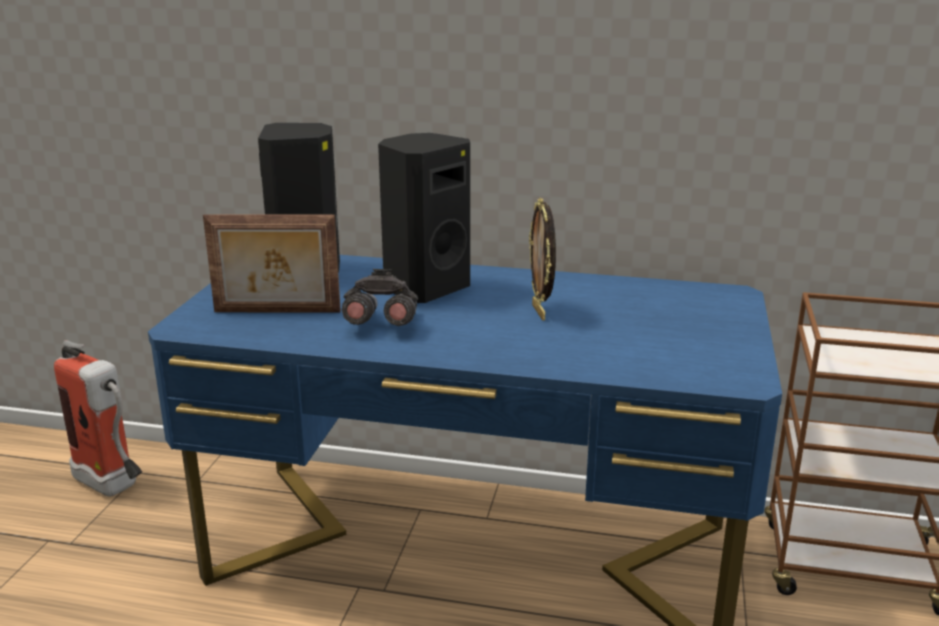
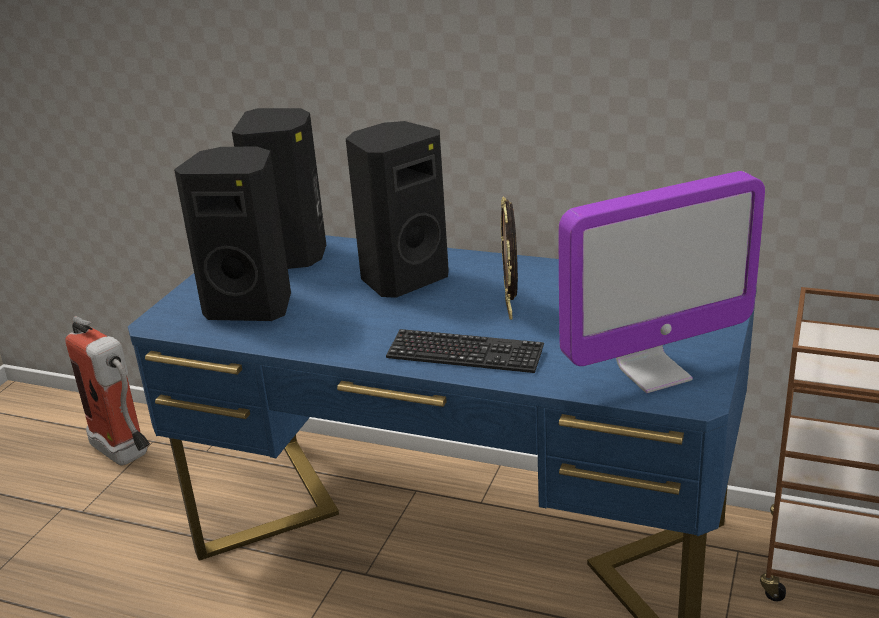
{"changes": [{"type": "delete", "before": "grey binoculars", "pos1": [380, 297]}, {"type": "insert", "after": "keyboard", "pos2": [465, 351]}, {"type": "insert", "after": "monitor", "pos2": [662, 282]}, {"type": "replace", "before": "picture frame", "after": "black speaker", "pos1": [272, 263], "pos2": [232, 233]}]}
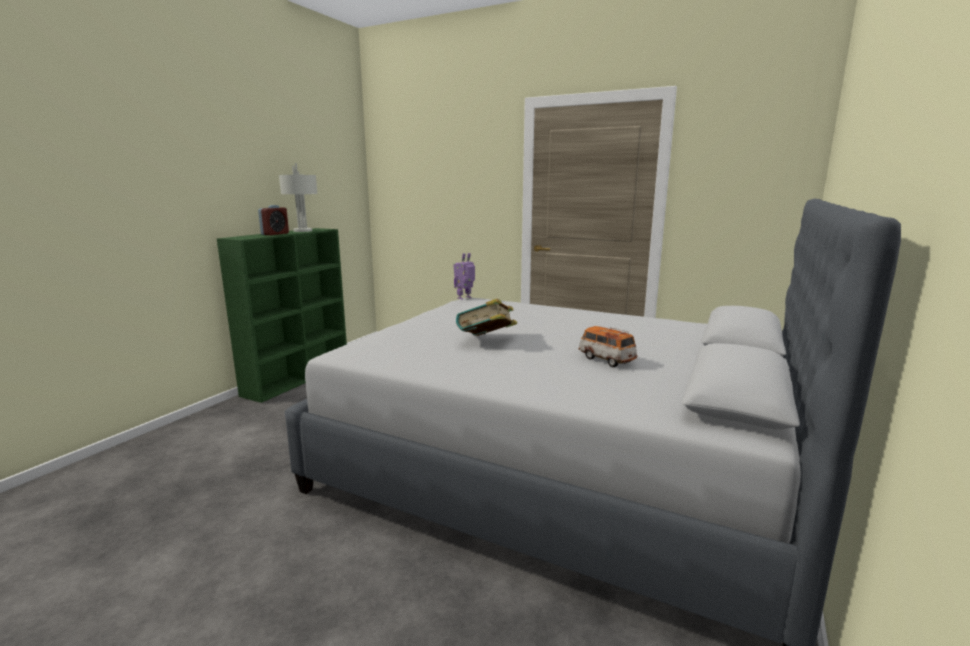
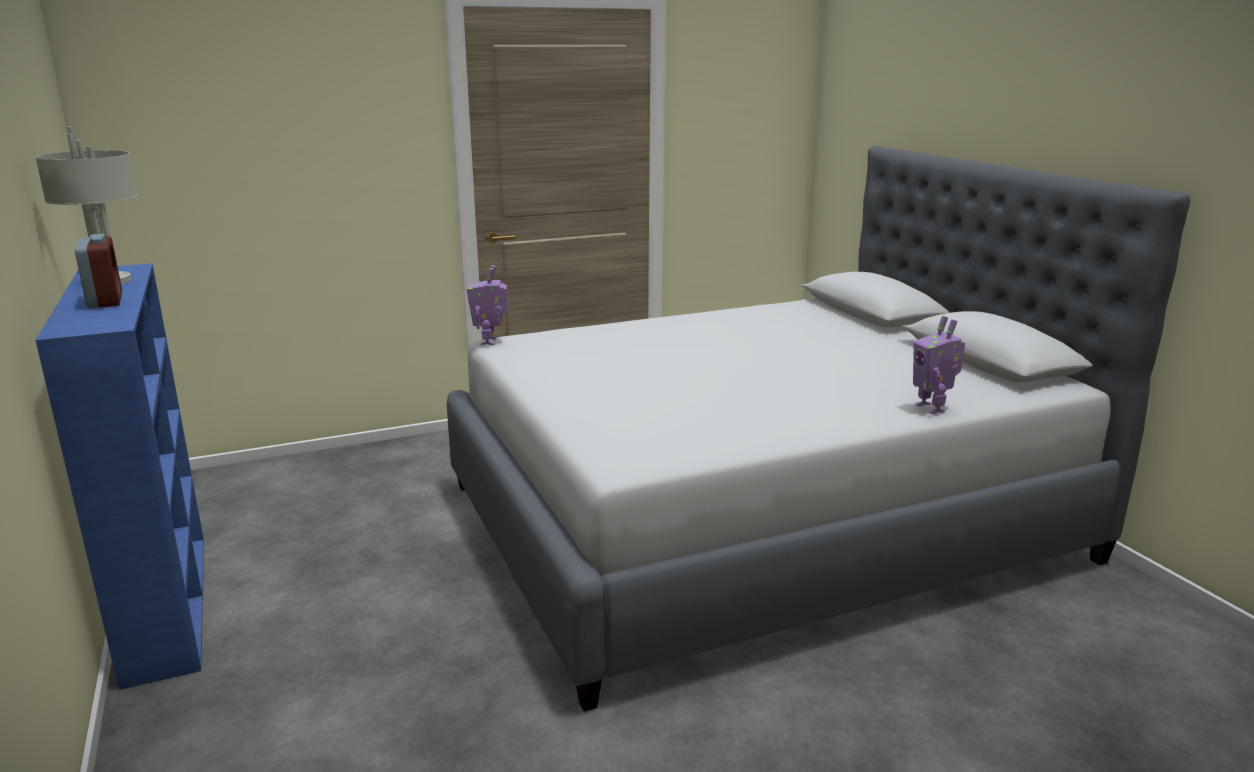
{"changes": [{"type": "delete", "before": "book", "pos1": [486, 317]}, {"type": "delete", "before": "toy car", "pos1": [608, 346]}, {"type": "insert", "after": "toy robot", "pos2": [939, 365]}, {"type": "recolor", "before": "green bookcase", "after": "blue bookcase", "pos1": [282, 315], "pos2": [119, 476]}]}
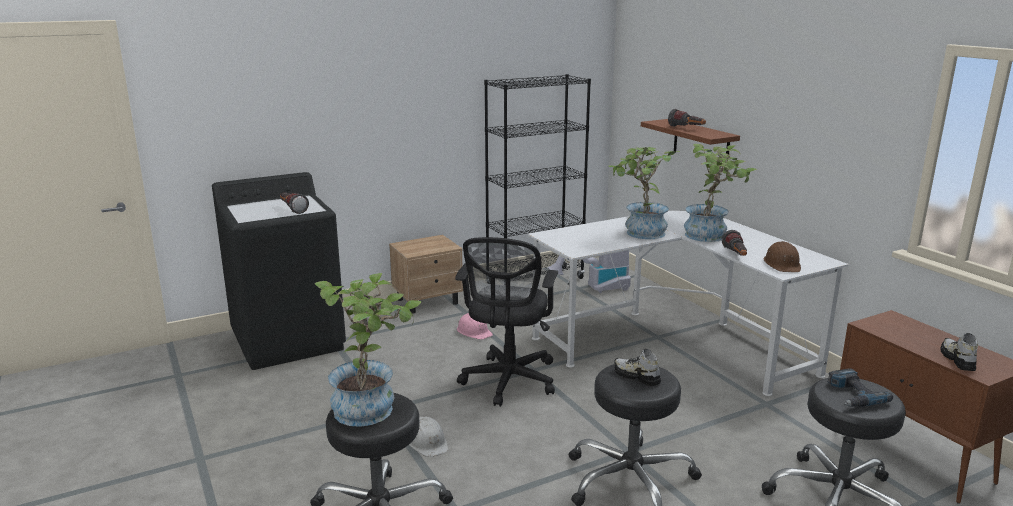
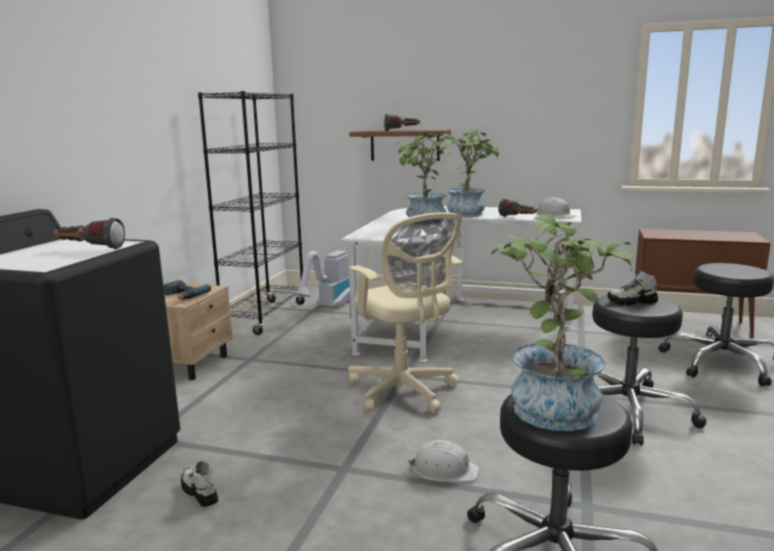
{"changes": [{"type": "delete", "before": "pink hard hat", "pos1": [475, 326]}, {"type": "move", "before": "power drill", "pos1": [860, 387], "pos2": [187, 290]}, {"type": "move", "before": "shoe", "pos1": [959, 352], "pos2": [199, 484]}, {"type": "recolor", "before": "black office chair", "after": "beige office chair", "pos1": [506, 322], "pos2": [405, 312]}, {"type": "recolor", "before": "brown hard hat", "after": "white hard hat", "pos1": [782, 256], "pos2": [556, 207]}]}
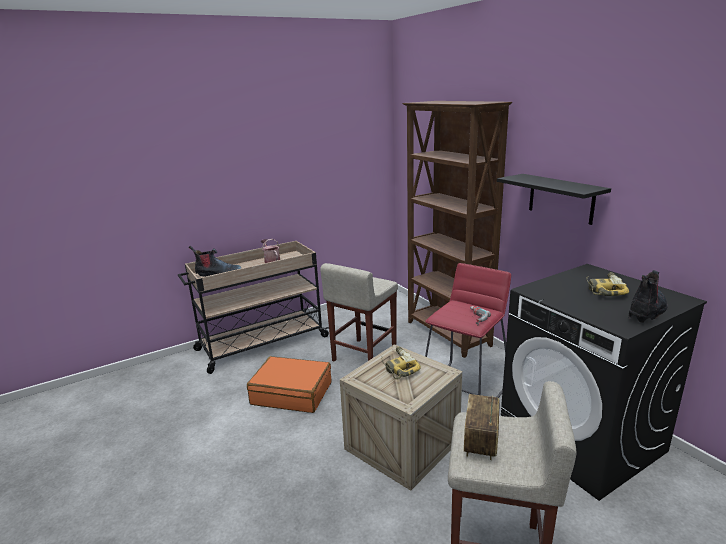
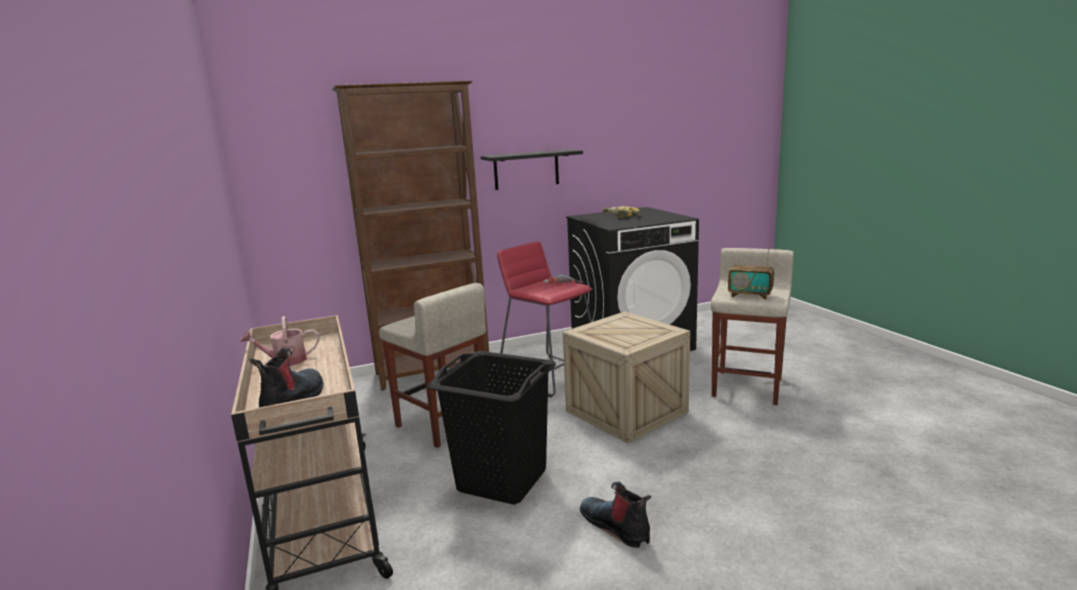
{"changes": [{"type": "delete", "before": "power drill", "pos1": [401, 362]}, {"type": "move", "before": "boot", "pos1": [648, 296], "pos2": [615, 515]}, {"type": "replace", "before": "orange suitcase", "after": "black laundry basket", "pos1": [289, 384], "pos2": [492, 428]}]}
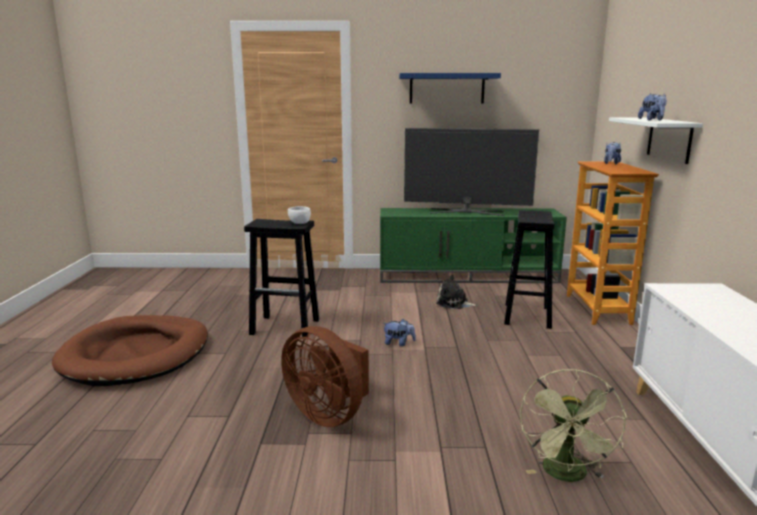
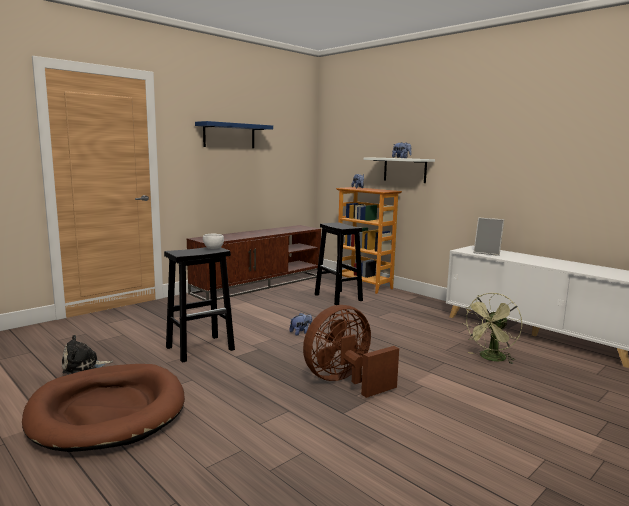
{"changes": [{"type": "delete", "before": "television", "pos1": [471, 172]}, {"type": "insert", "after": "picture frame", "pos2": [488, 236]}, {"type": "move", "before": "plush toy", "pos1": [457, 292], "pos2": [87, 354]}, {"type": "recolor", "before": "green tv stand", "after": "brown tv stand", "pos1": [473, 245], "pos2": [254, 263]}, {"type": "rotate", "before": "brown fan", "pos1": [325, 376], "pos2": [351, 351], "turn": 150}, {"type": "rotate", "before": "green fan", "pos1": [573, 425], "pos2": [492, 328], "turn": 75}]}
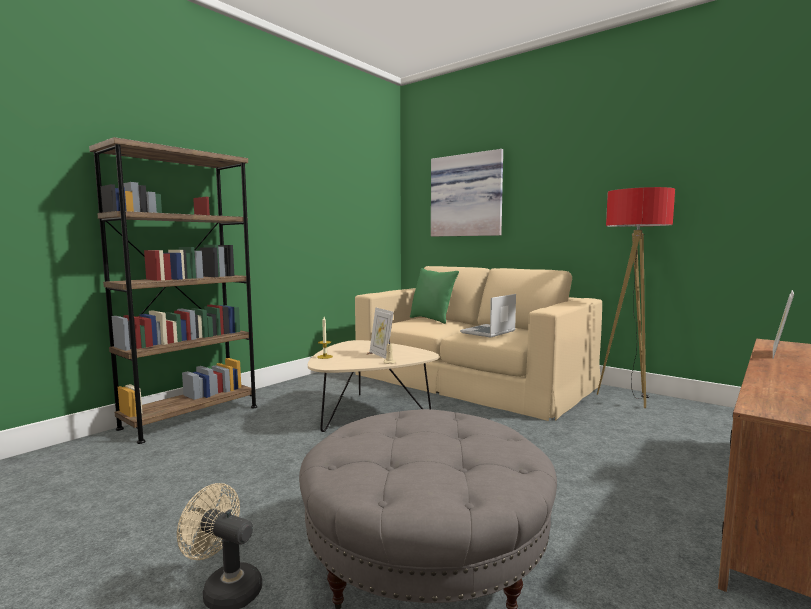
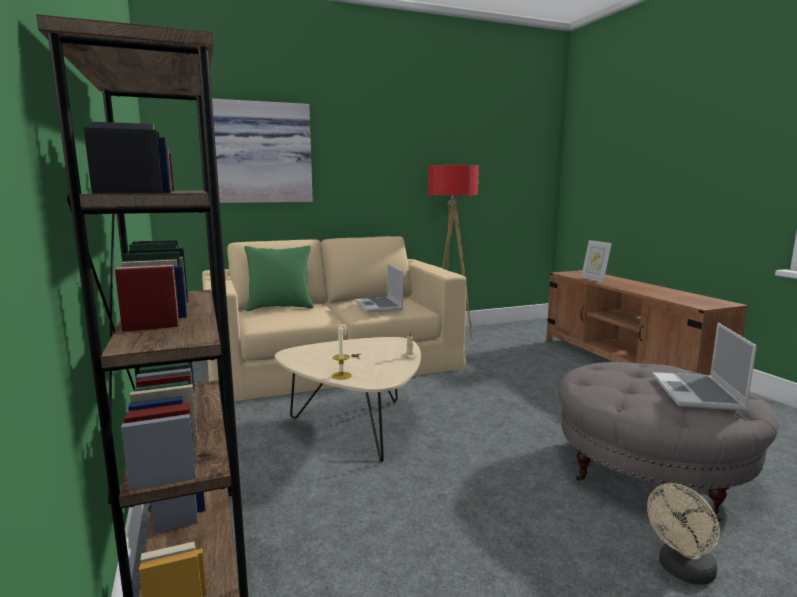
{"changes": [{"type": "delete", "before": "picture frame", "pos1": [381, 333]}, {"type": "insert", "after": "laptop", "pos2": [704, 366]}]}
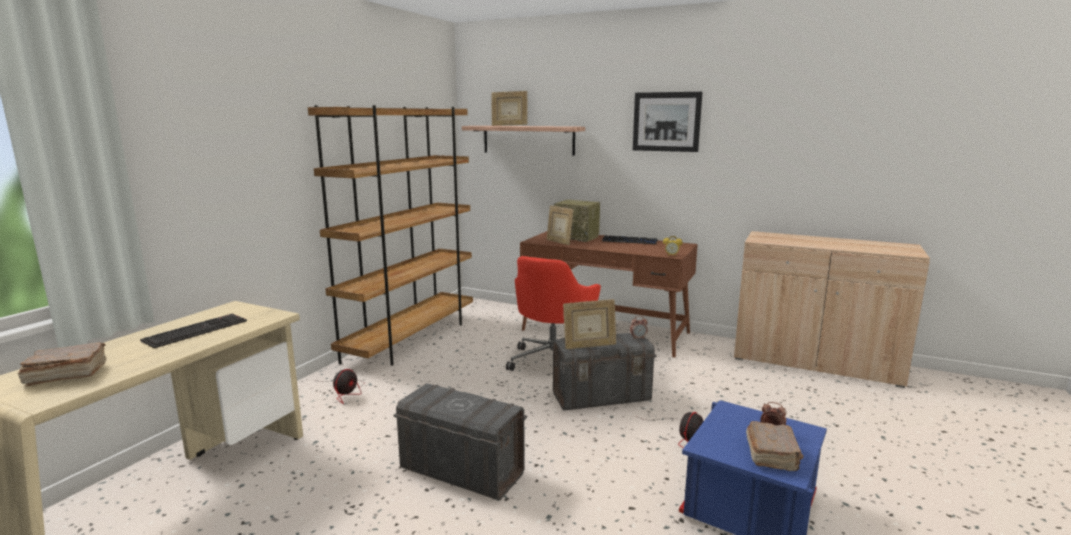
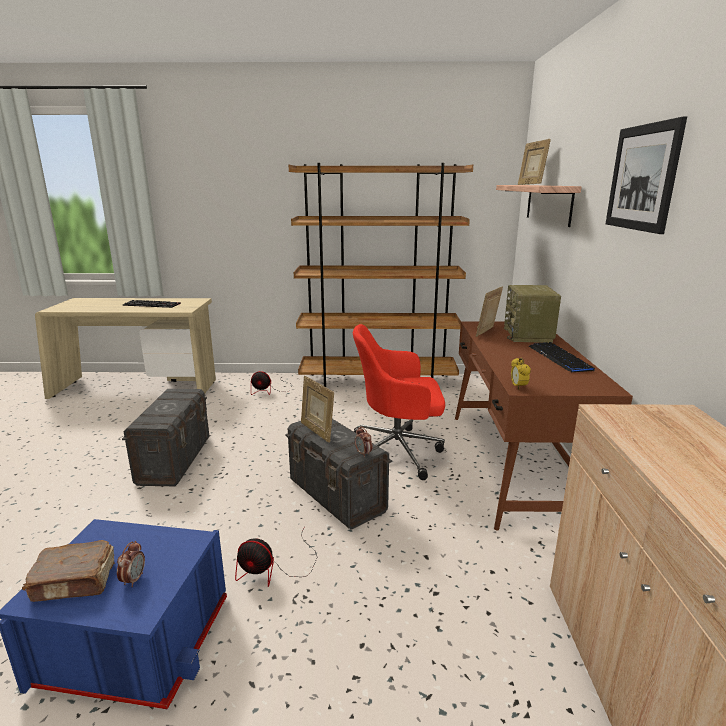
{"changes": [{"type": "delete", "before": "brown book", "pos1": [62, 364]}]}
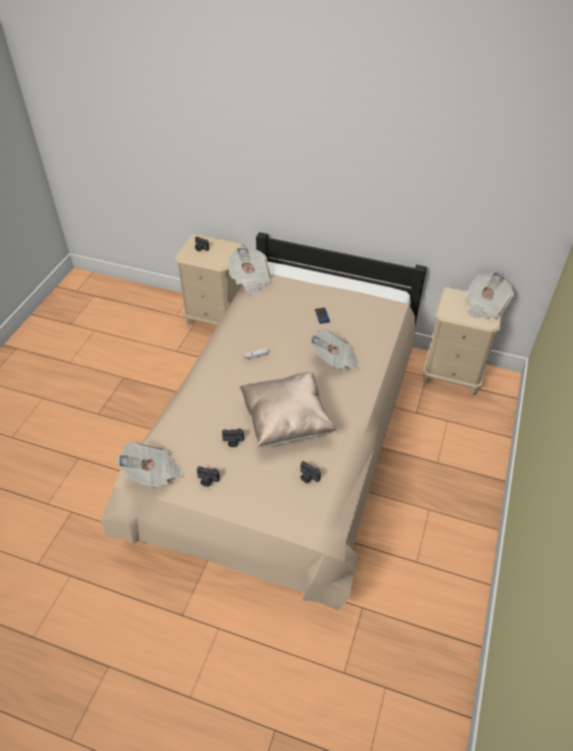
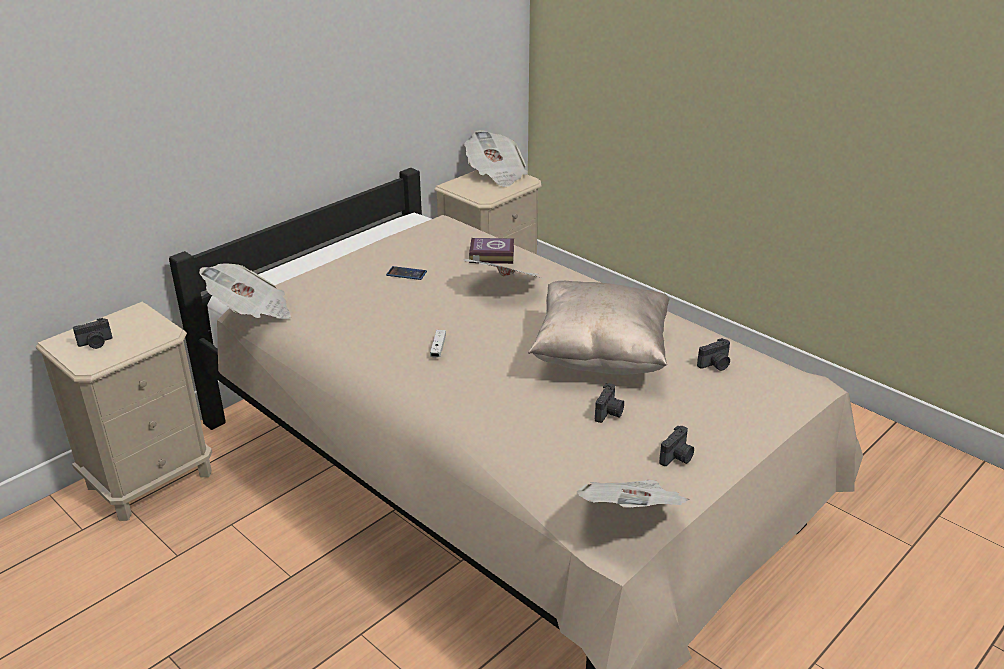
{"changes": [{"type": "insert", "after": "book", "pos2": [491, 251]}]}
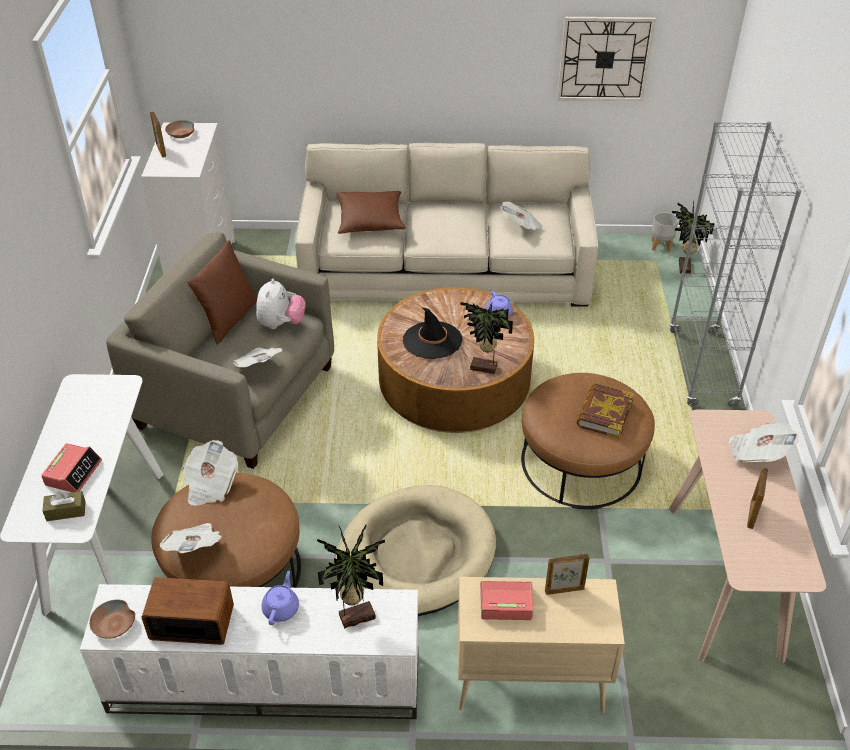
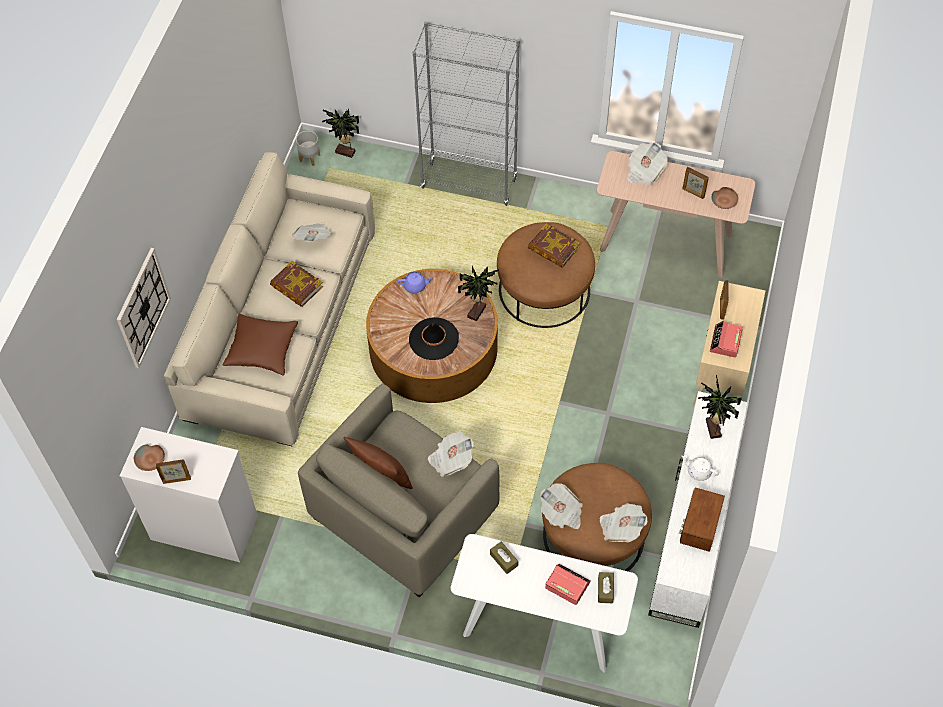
{"changes": [{"type": "delete", "before": "plush toy", "pos1": [280, 304]}, {"type": "delete", "before": "beige dog bed", "pos1": [415, 550]}, {"type": "insert", "after": "book", "pos2": [296, 284]}, {"type": "insert", "after": "brown tissue box", "pos2": [504, 557]}, {"type": "move", "before": "brown bowl", "pos1": [112, 619], "pos2": [725, 198]}, {"type": "move", "before": "wall clock", "pos1": [606, 59], "pos2": [144, 308]}, {"type": "recolor", "before": "purple teapot", "after": "white teapot", "pos1": [280, 598], "pos2": [700, 468]}]}
